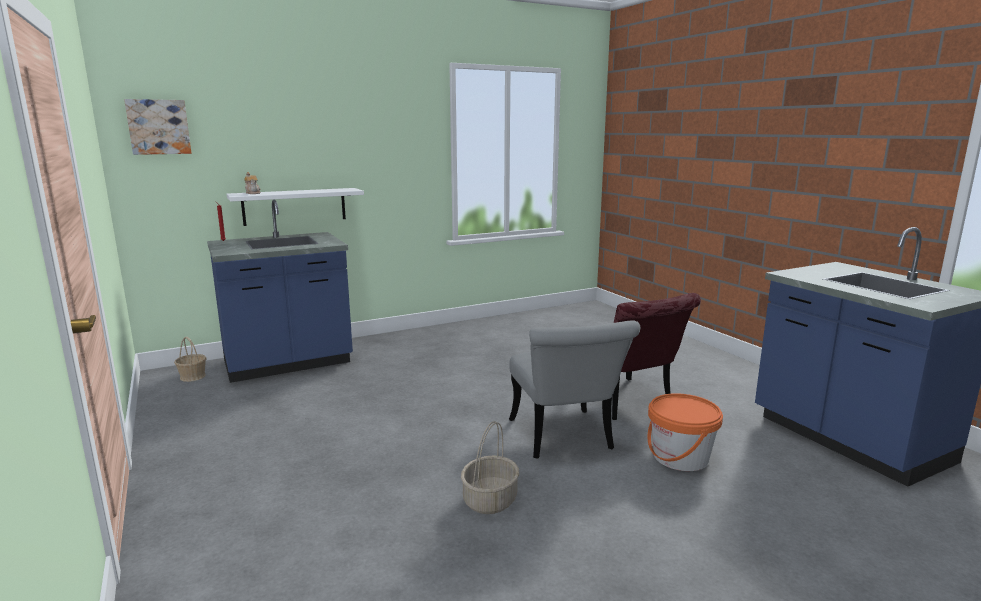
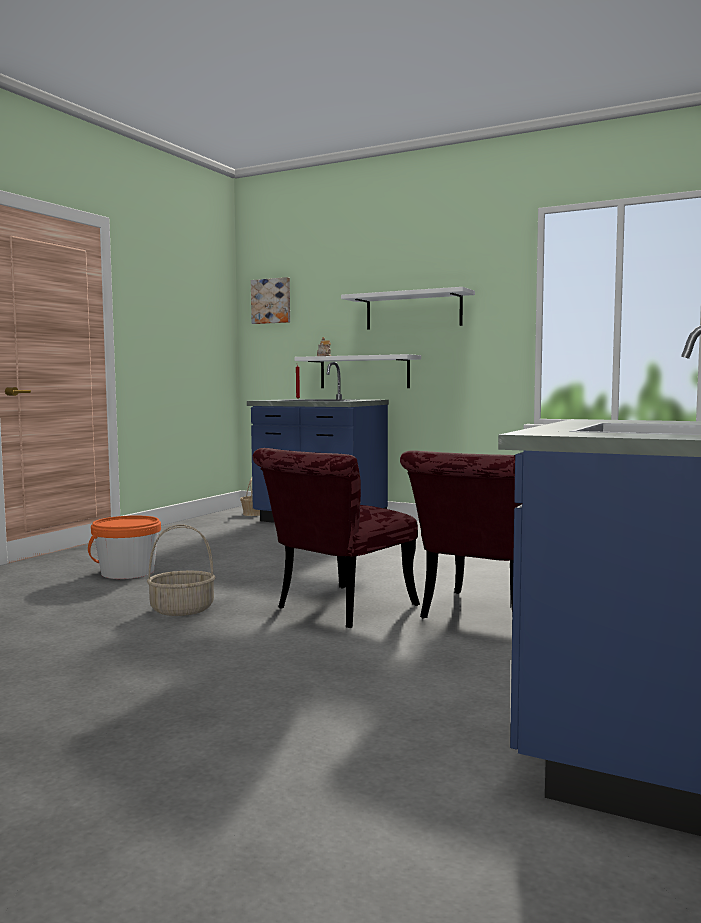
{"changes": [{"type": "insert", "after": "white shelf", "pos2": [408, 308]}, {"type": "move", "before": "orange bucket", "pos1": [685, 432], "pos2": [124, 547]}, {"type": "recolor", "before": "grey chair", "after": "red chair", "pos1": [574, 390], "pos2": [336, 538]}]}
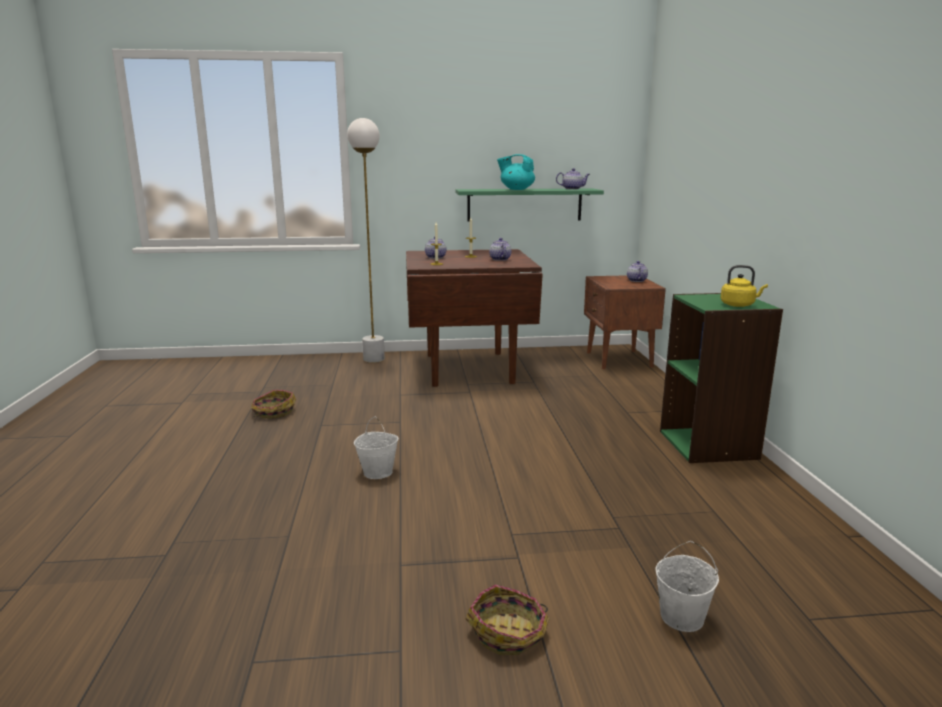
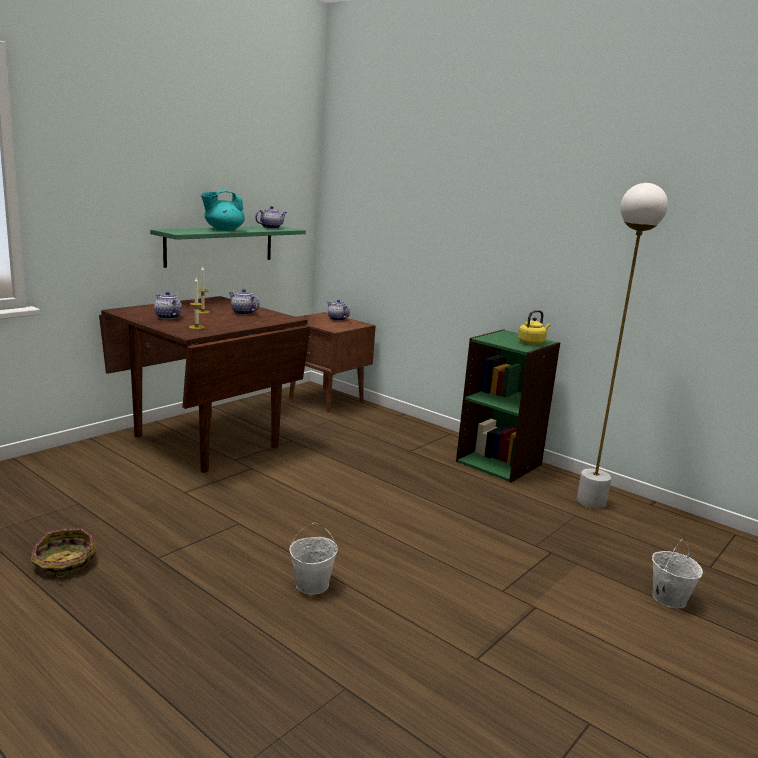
{"changes": [{"type": "delete", "before": "basket", "pos1": [507, 620]}, {"type": "move", "before": "white floor lamp", "pos1": [366, 240], "pos2": [622, 346]}]}
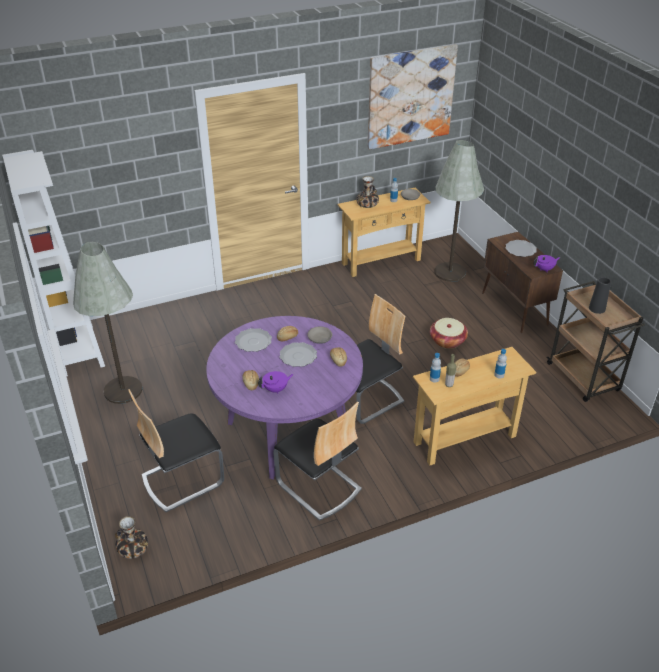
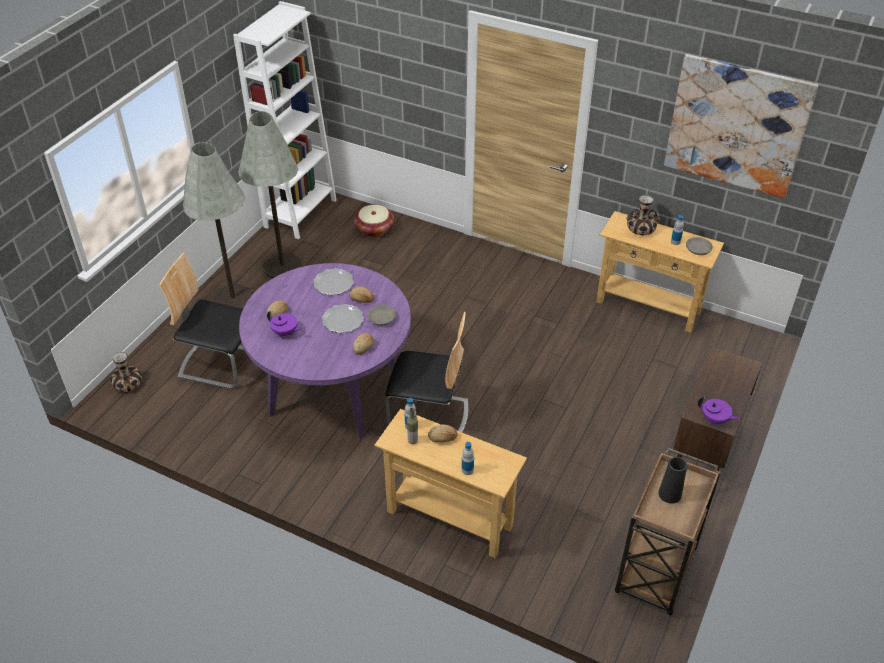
{"changes": [{"type": "delete", "before": "chair", "pos1": [317, 461]}, {"type": "delete", "before": "plate", "pos1": [521, 248]}, {"type": "move", "before": "basket", "pos1": [449, 333], "pos2": [374, 221]}, {"type": "move", "before": "grey floor lamp", "pos1": [459, 211], "pos2": [218, 225]}]}
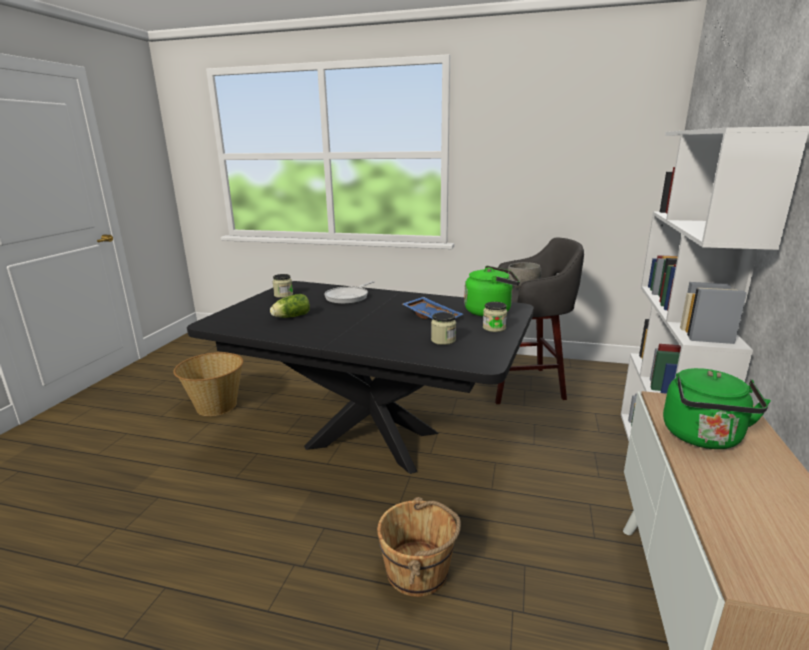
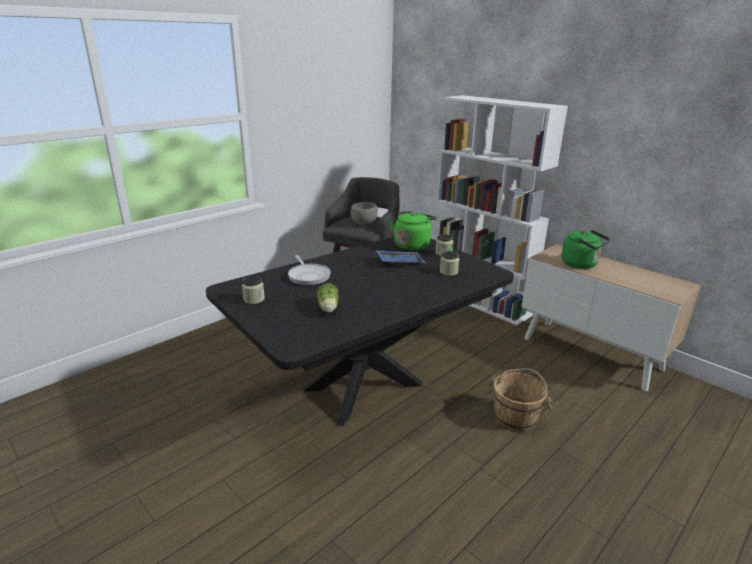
{"changes": [{"type": "delete", "before": "basket", "pos1": [208, 384]}]}
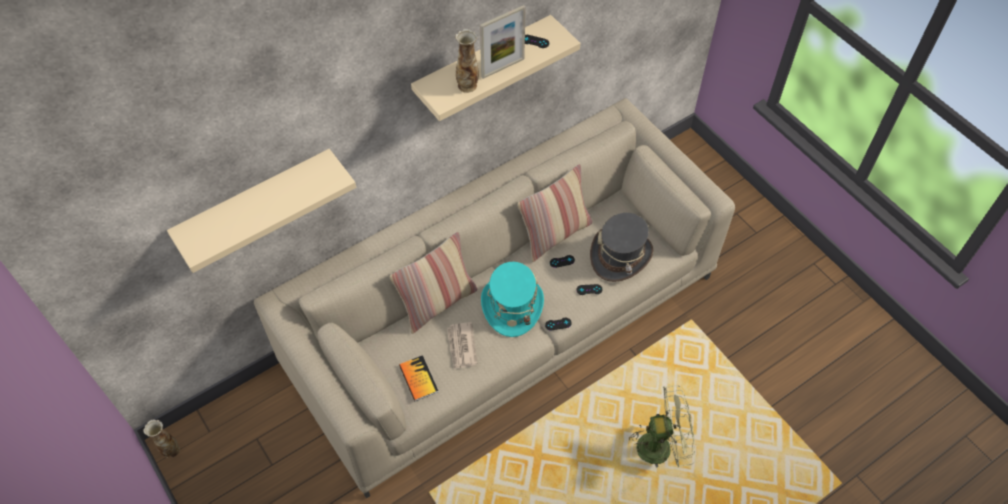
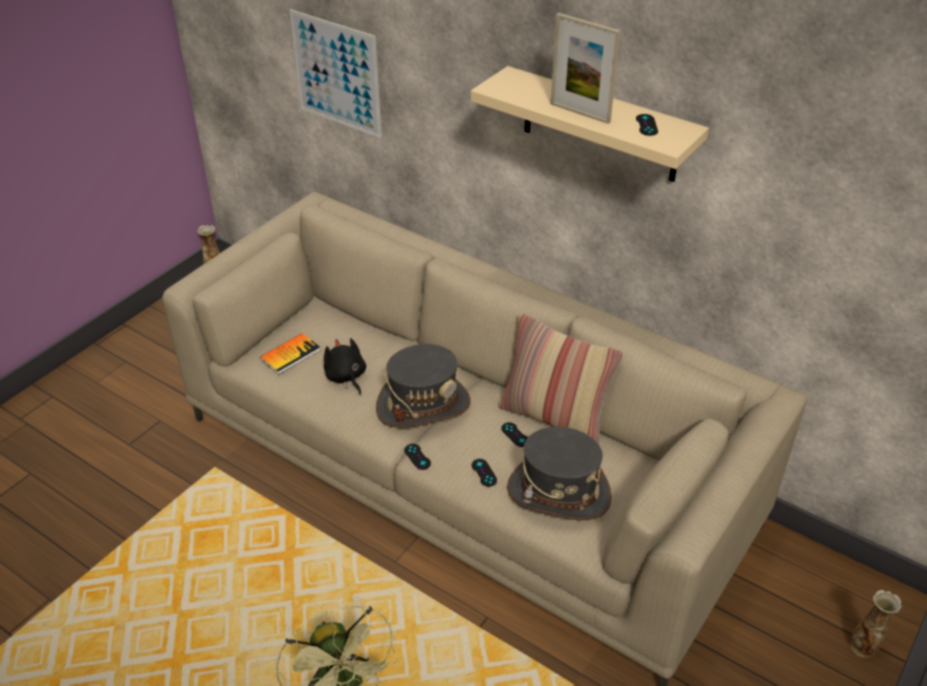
{"changes": [{"type": "delete", "before": "pillow", "pos1": [433, 283]}, {"type": "move", "before": "vase", "pos1": [467, 61], "pos2": [876, 624]}, {"type": "replace", "before": "beige shelf", "after": "picture", "pos1": [261, 211], "pos2": [336, 73]}, {"type": "replace", "before": "newspaper", "after": "black plush toy", "pos1": [462, 346], "pos2": [345, 366]}, {"type": "recolor", "before": "turquoise hat", "after": "grey hat", "pos1": [512, 299], "pos2": [423, 386]}]}
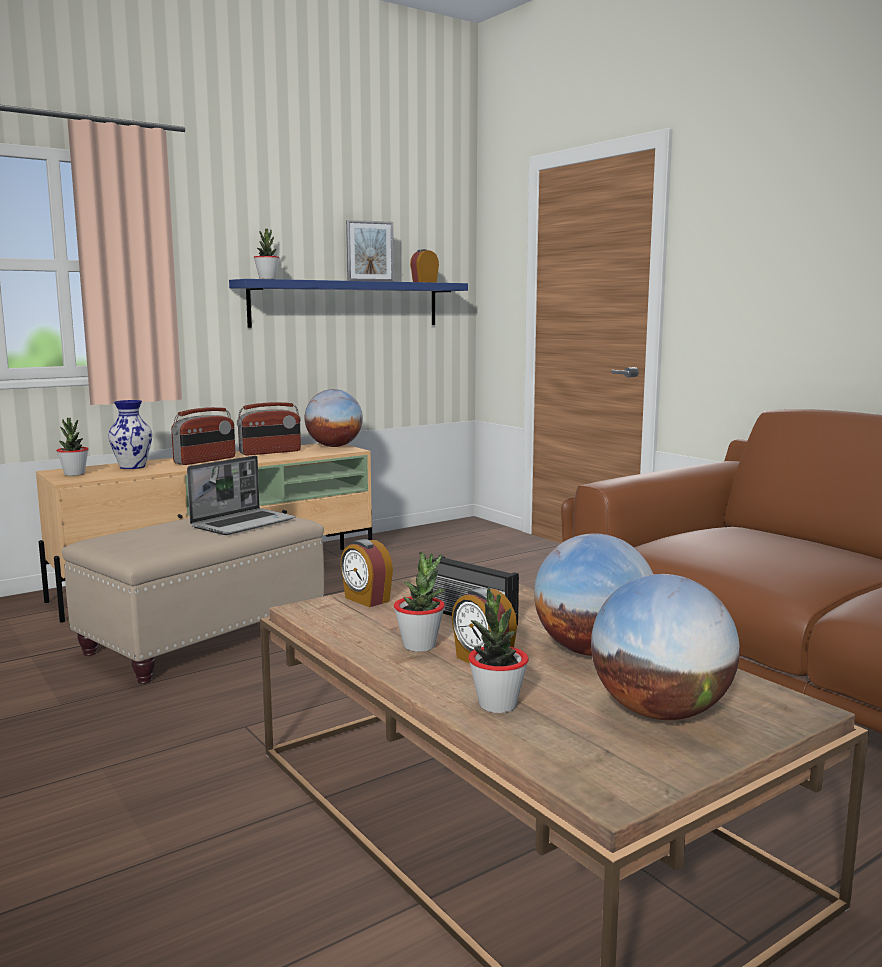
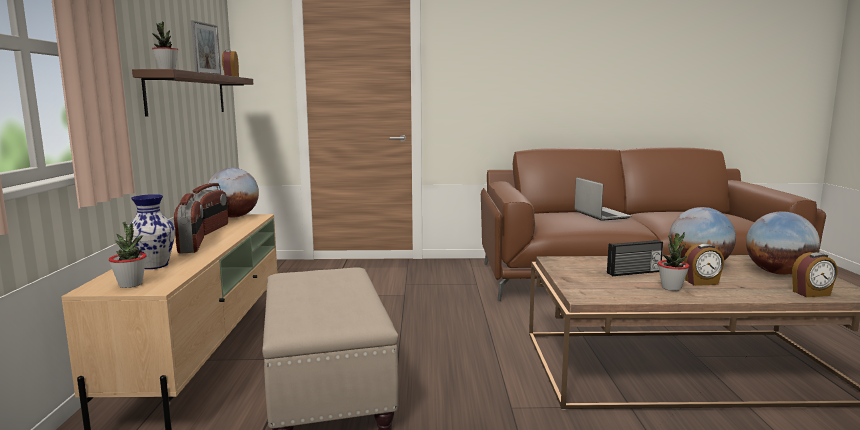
{"changes": [{"type": "delete", "before": "potted plant", "pos1": [498, 650]}, {"type": "move", "before": "laptop", "pos1": [241, 495], "pos2": [603, 199]}, {"type": "move", "before": "alarm clock", "pos1": [366, 573], "pos2": [815, 274]}, {"type": "recolor", "before": "blue shelf", "after": "brown shelf", "pos1": [348, 303], "pos2": [192, 93]}]}
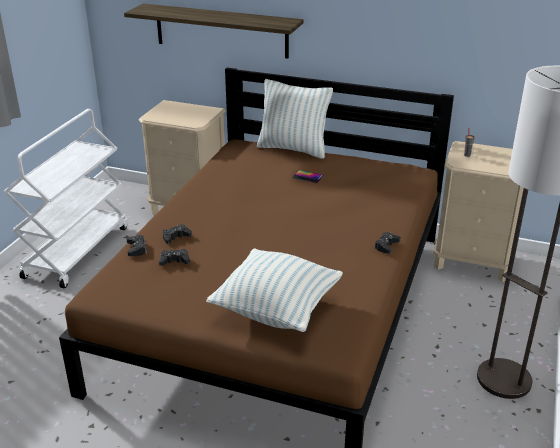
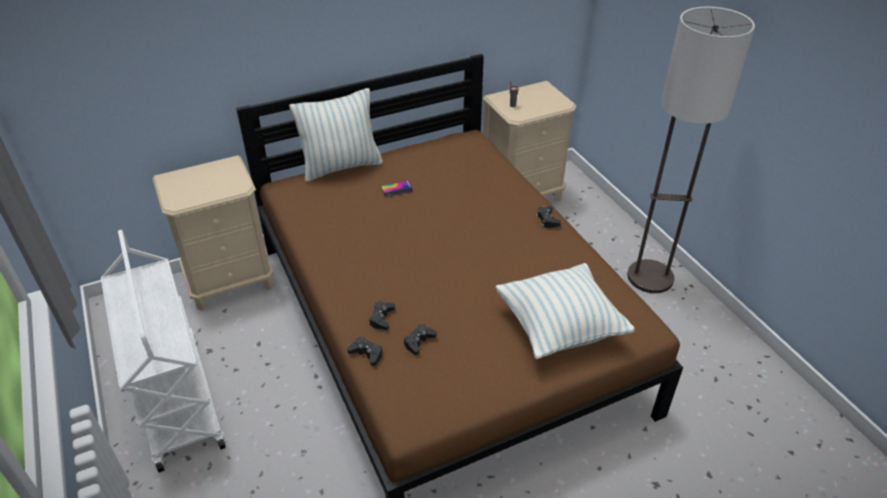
{"changes": [{"type": "delete", "before": "shelf", "pos1": [214, 31]}]}
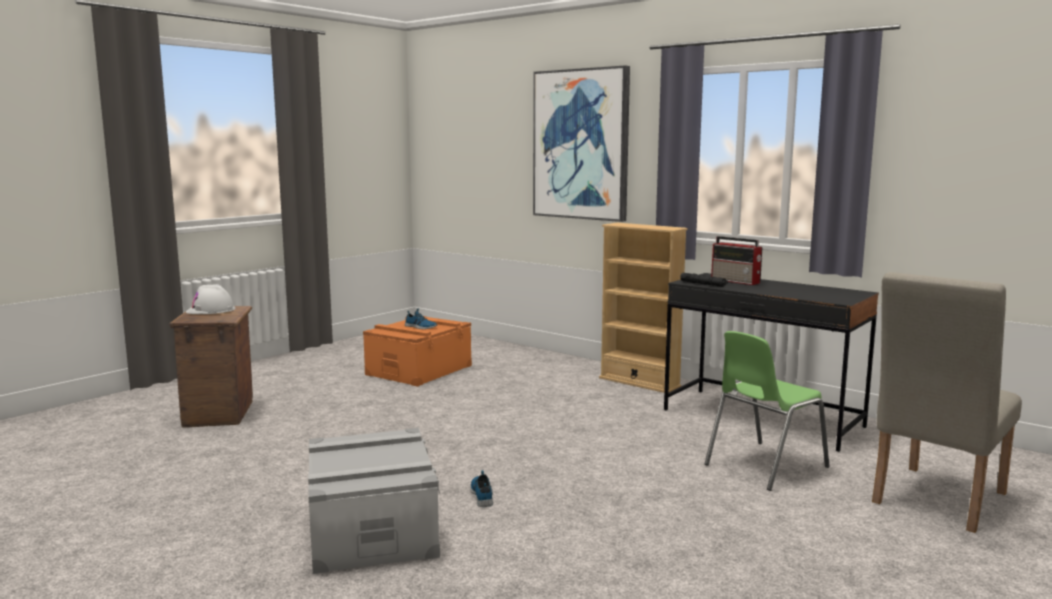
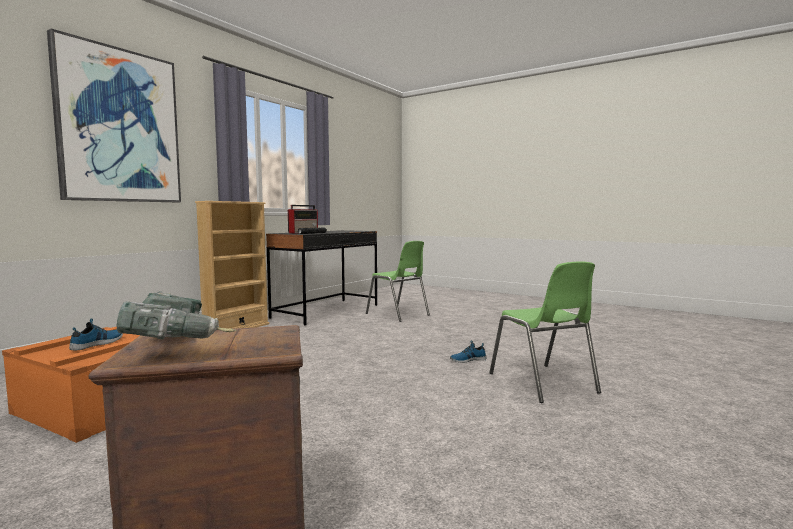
{"changes": [{"type": "delete", "before": "beige chair", "pos1": [947, 402]}, {"type": "replace", "before": "white hard hat", "after": "power drill", "pos1": [210, 299], "pos2": [177, 315]}, {"type": "replace", "before": "grey storage box", "after": "green chair", "pos1": [374, 501], "pos2": [545, 332]}]}
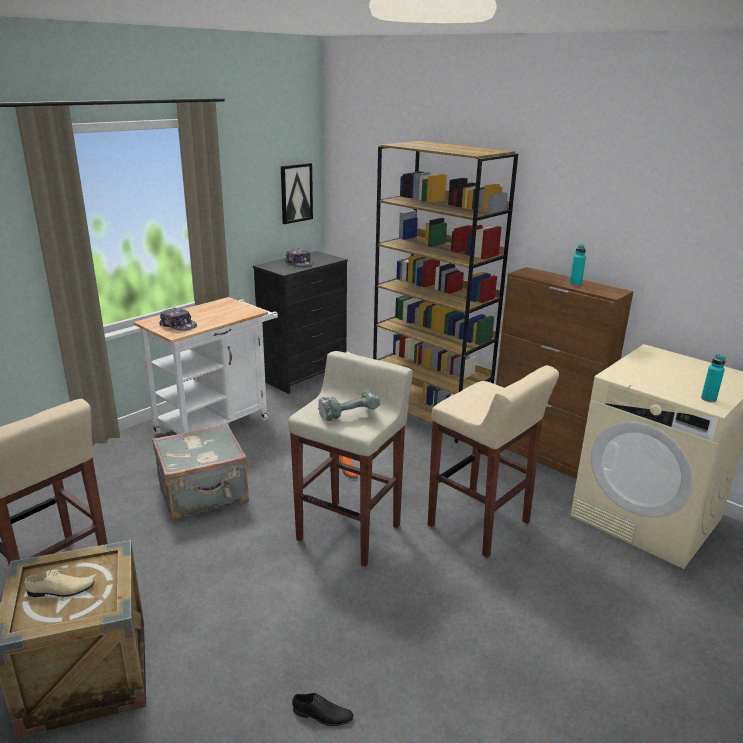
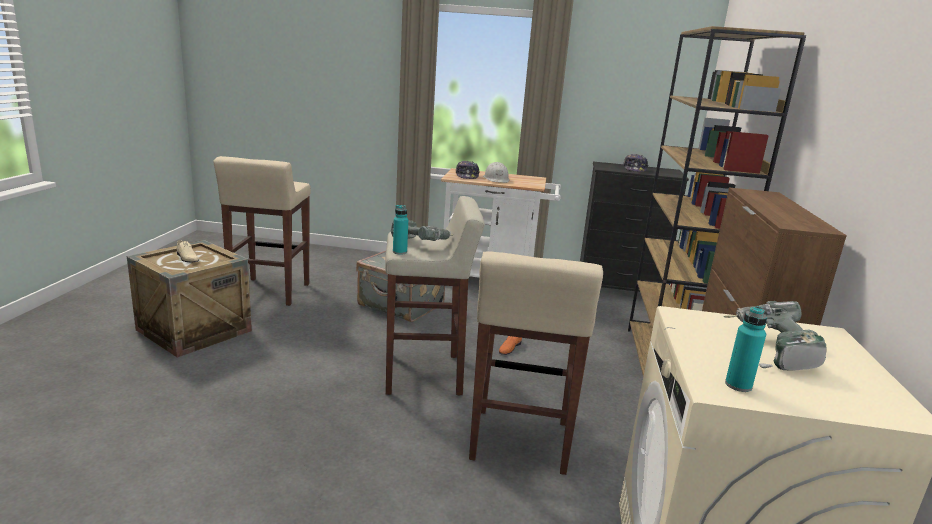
{"changes": [{"type": "delete", "before": "picture", "pos1": [297, 193]}, {"type": "delete", "before": "black shoe", "pos1": [323, 709]}, {"type": "insert", "after": "white hard hat", "pos2": [496, 172]}, {"type": "insert", "after": "power drill", "pos2": [774, 336]}, {"type": "move", "before": "turquoise bottle", "pos1": [578, 265], "pos2": [400, 230]}]}
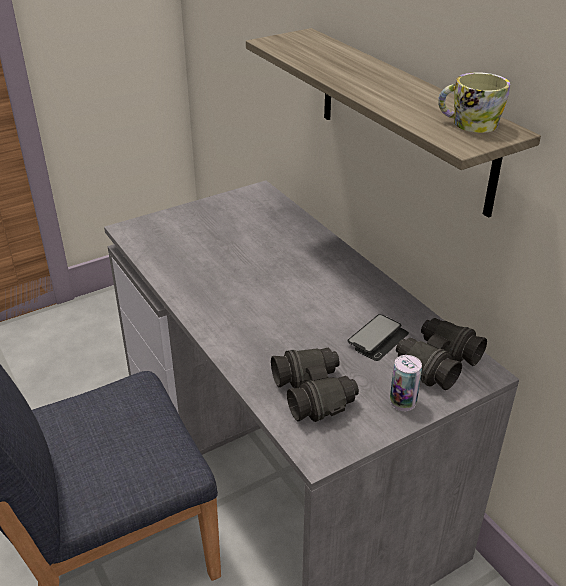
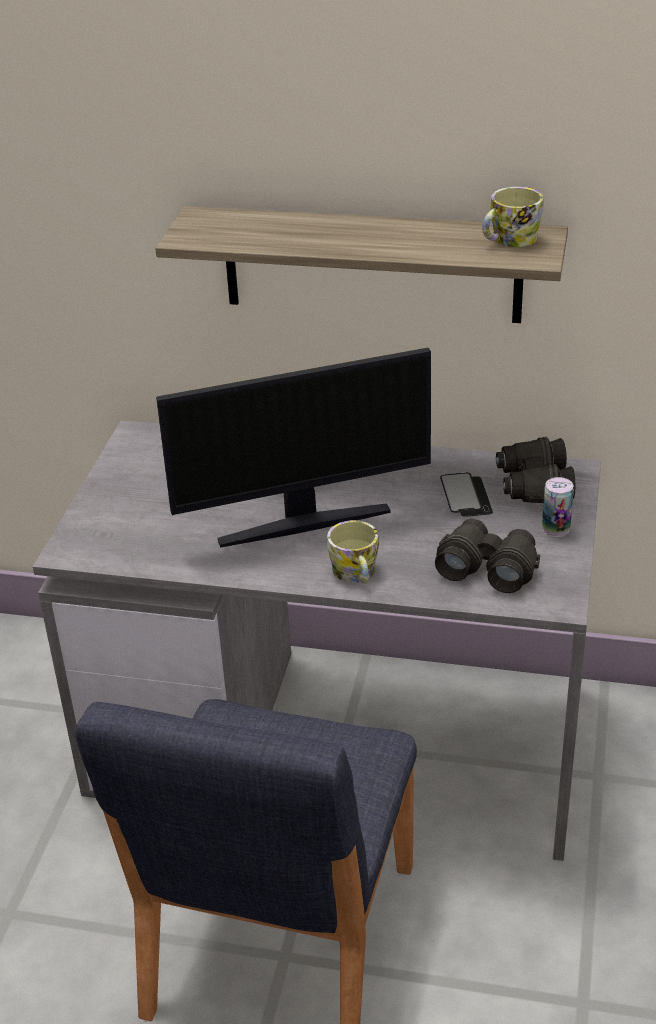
{"changes": [{"type": "insert", "after": "monitor", "pos2": [293, 448]}, {"type": "insert", "after": "mug", "pos2": [353, 551]}]}
